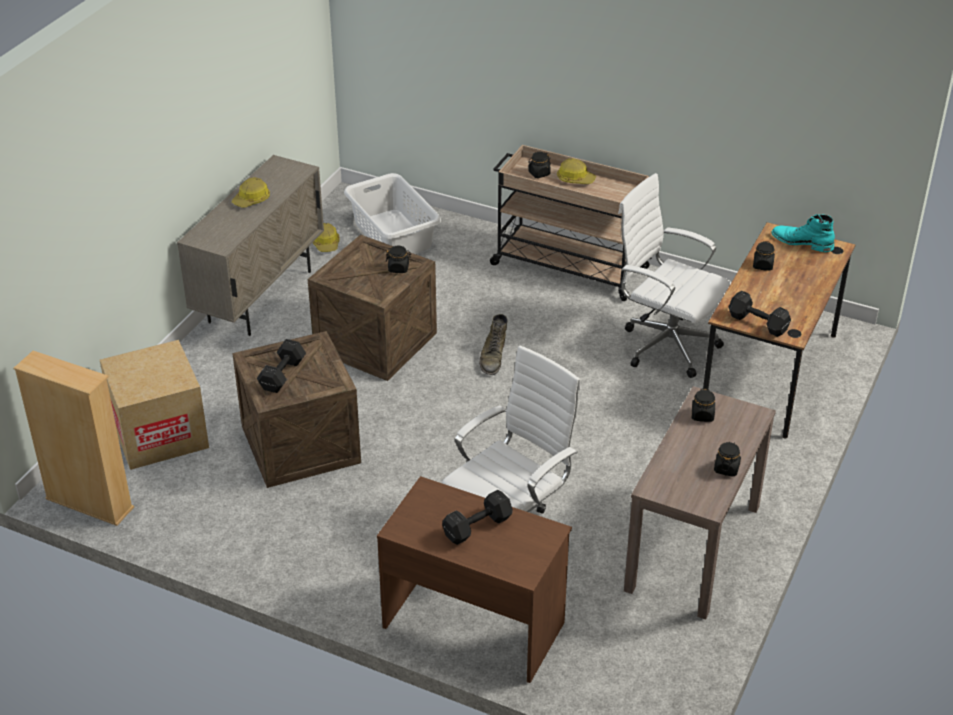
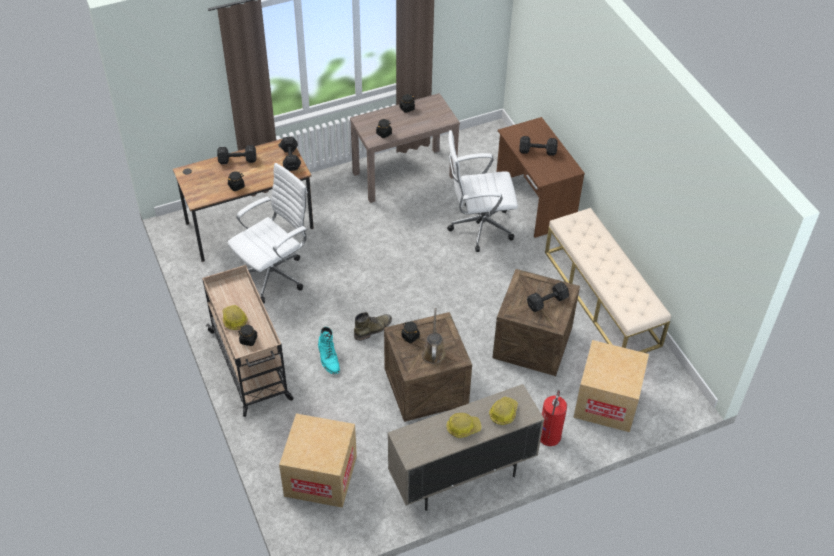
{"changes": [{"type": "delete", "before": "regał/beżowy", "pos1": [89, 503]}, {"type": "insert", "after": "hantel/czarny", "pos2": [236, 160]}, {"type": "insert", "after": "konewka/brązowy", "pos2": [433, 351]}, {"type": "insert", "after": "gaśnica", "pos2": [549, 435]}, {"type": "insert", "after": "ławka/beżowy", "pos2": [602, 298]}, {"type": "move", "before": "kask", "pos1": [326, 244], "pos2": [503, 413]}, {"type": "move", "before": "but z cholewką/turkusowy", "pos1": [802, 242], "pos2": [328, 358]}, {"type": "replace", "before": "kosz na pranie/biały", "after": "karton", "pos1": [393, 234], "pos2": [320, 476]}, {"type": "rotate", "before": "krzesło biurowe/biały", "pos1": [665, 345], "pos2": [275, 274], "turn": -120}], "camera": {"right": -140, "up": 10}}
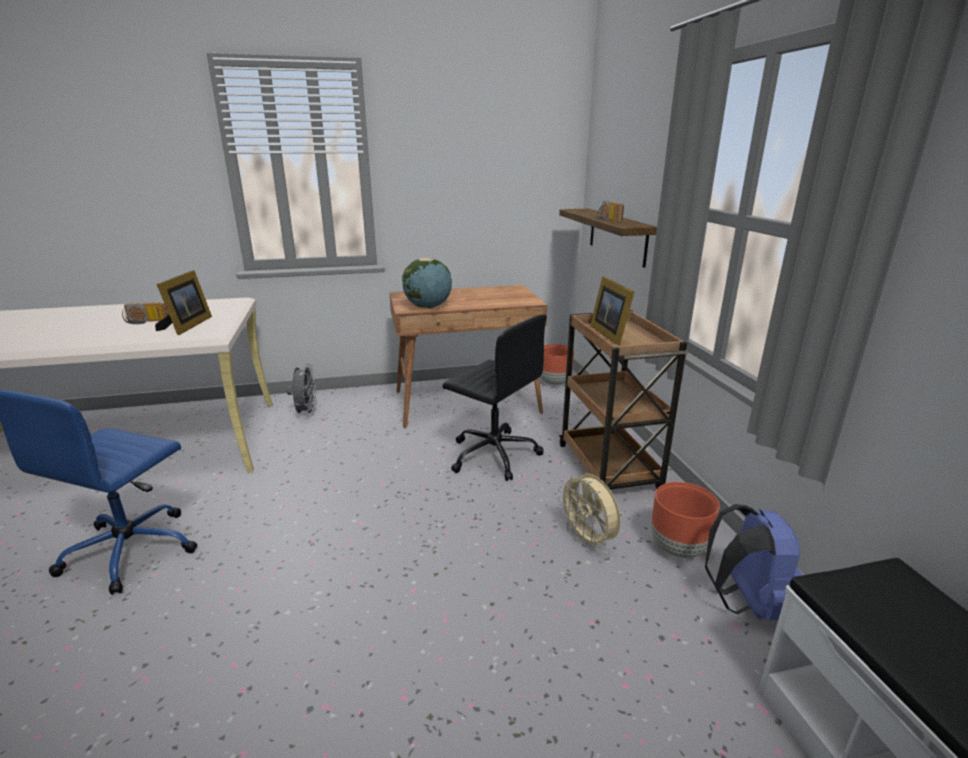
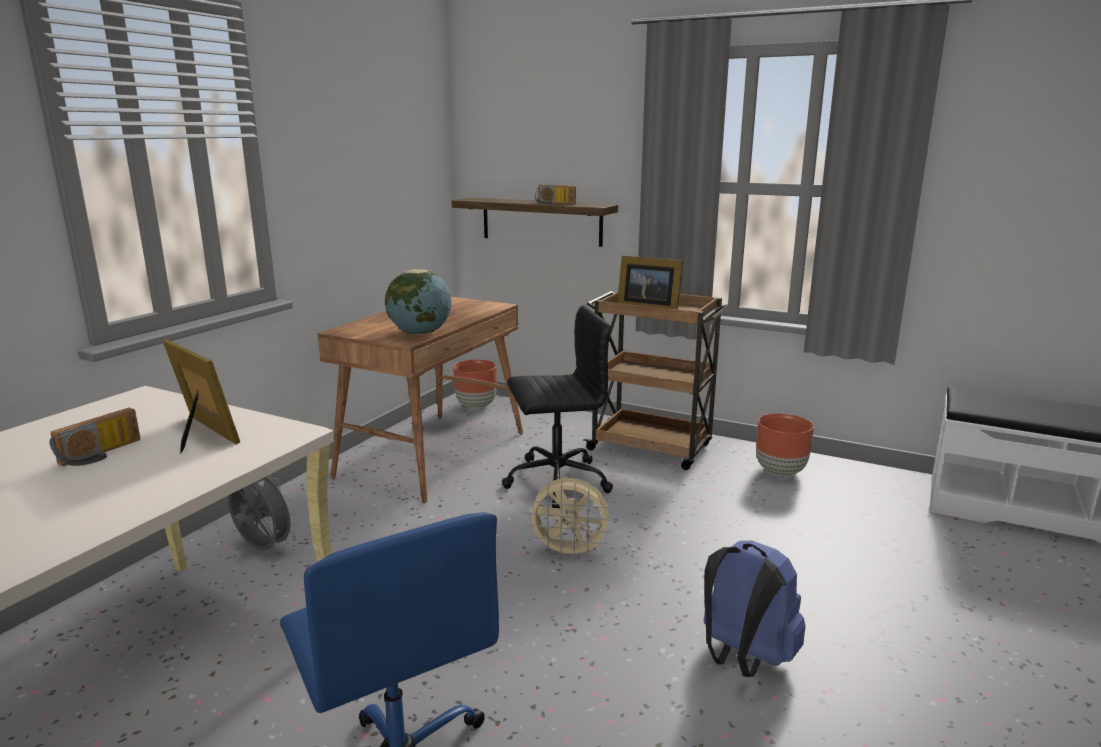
{"changes": [{"type": "move", "before": "wentylator/beżowy", "pos1": [588, 540], "pos2": [569, 553]}, {"type": "move", "before": "plecak/niebieski", "pos1": [746, 603], "pos2": [743, 659]}], "camera": {"right": -50, "up": -5}}
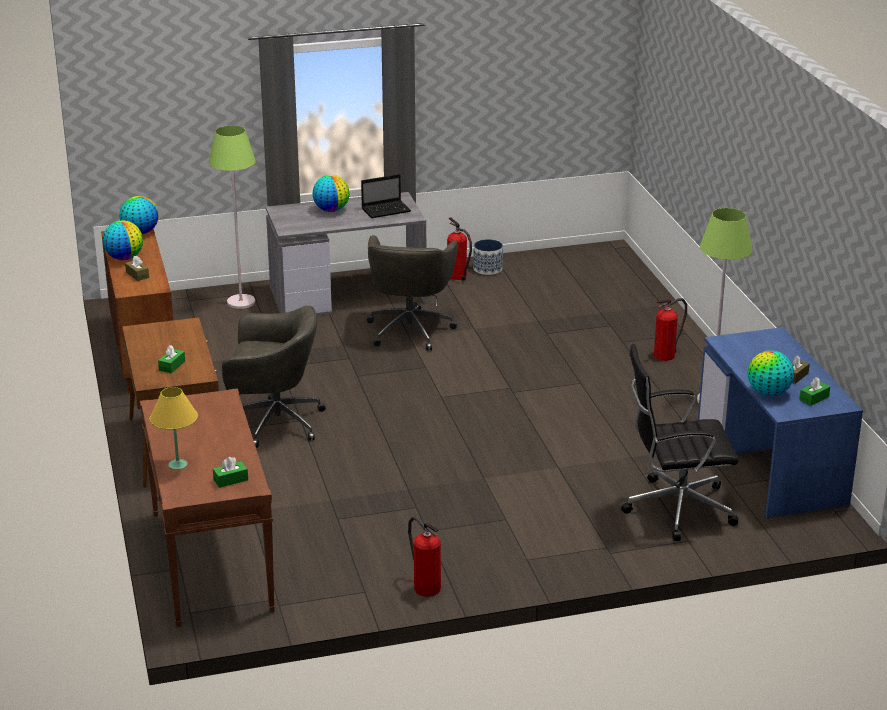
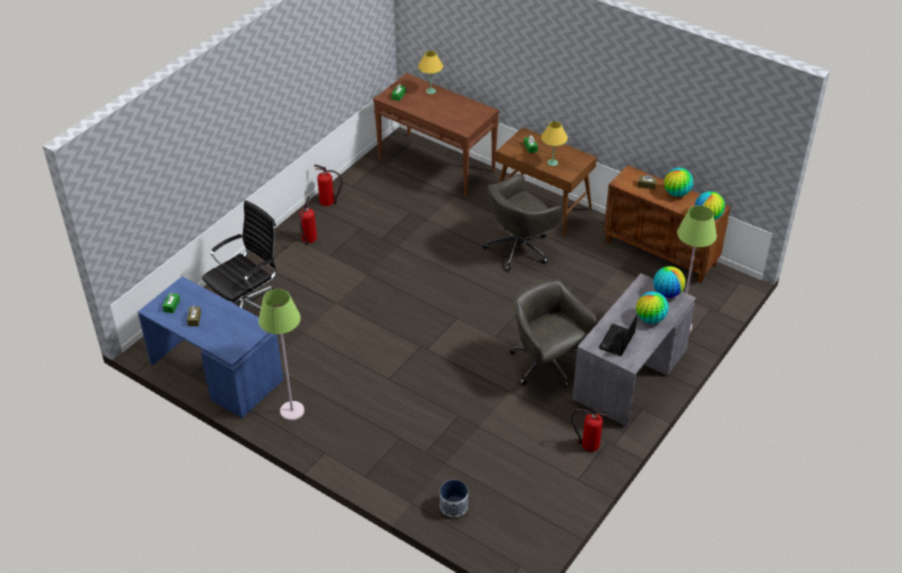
{"changes": [{"type": "insert", "after": "lampa stołowa/żółty", "pos2": [552, 163]}, {"type": "move", "before": "donica", "pos1": [488, 269], "pos2": [453, 506]}, {"type": "move", "before": "gaśnica", "pos1": [665, 354], "pos2": [309, 239]}, {"type": "move", "before": "globus", "pos1": [768, 393], "pos2": [667, 293]}], "camera": {"right": 140, "up": 15}}
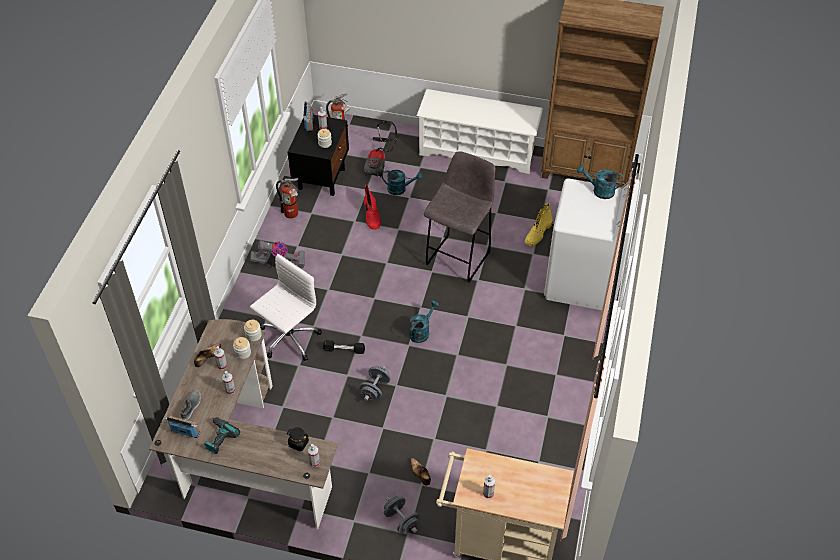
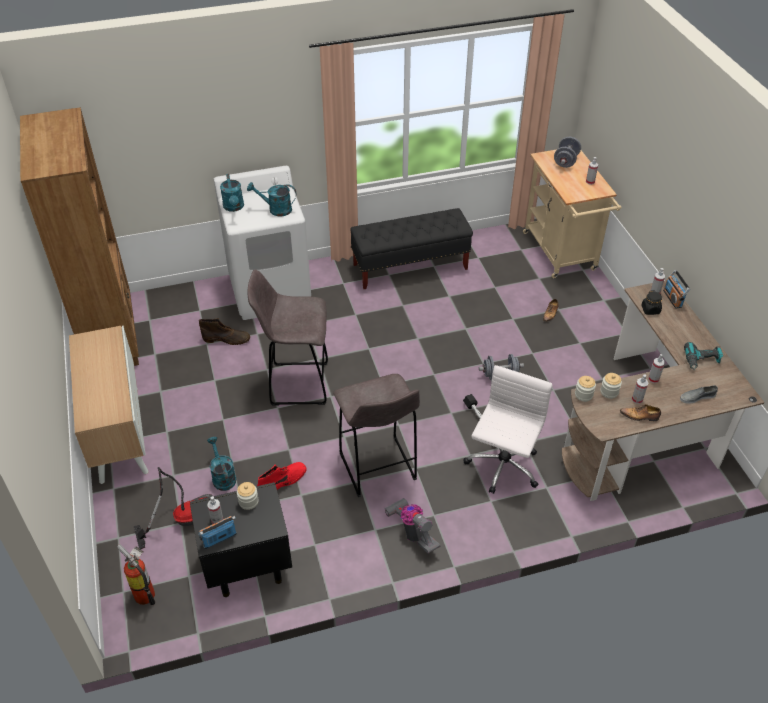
{"changes": [{"type": "delete", "before": "gaśnica", "pos1": [292, 214]}, {"type": "insert", "after": "stołek/szary", "pos2": [378, 469]}, {"type": "insert", "after": "ławka/czarny", "pos2": [410, 267]}, {"type": "move", "before": "radio", "pos1": [185, 432], "pos2": [672, 298]}, {"type": "move", "before": "hantel/szary", "pos1": [401, 520], "pos2": [566, 161]}, {"type": "move", "before": "konewka/turkusowy", "pos1": [421, 331], "pos2": [276, 209]}, {"type": "replace", "before": "regał na buty/biały", "after": "szafka", "pos1": [478, 151], "pos2": [118, 433]}, {"type": "recolor", "before": "but z cholewką/żółty", "after": "but z cholewką/brązowy", "pos1": [538, 234], "pos2": [227, 339]}, {"type": "rotate", "before": "krzesło biurowe/biały", "pos1": [288, 339], "pos2": [502, 467], "turn": 105}], "camera": {"right": -120, "up": -5}}
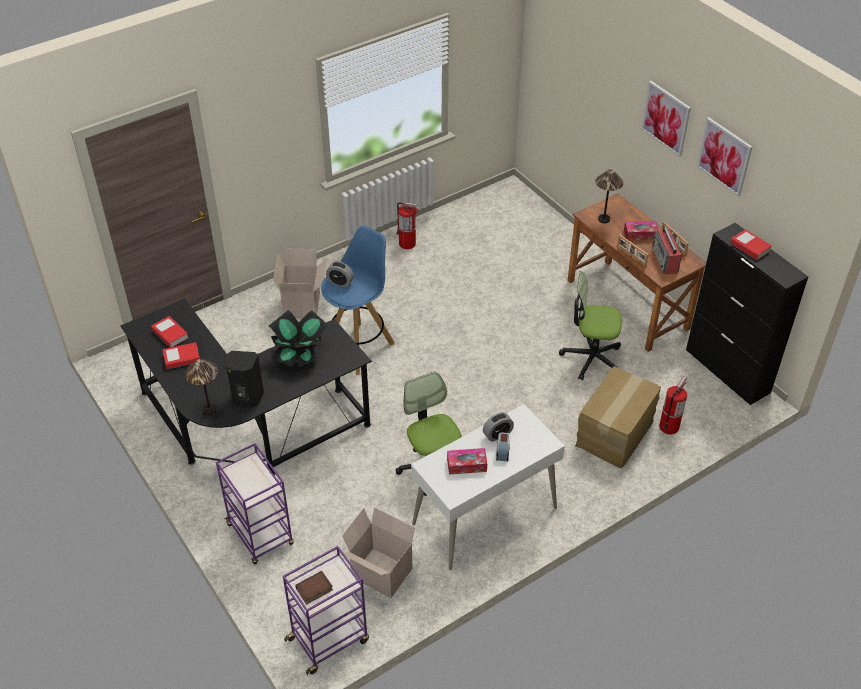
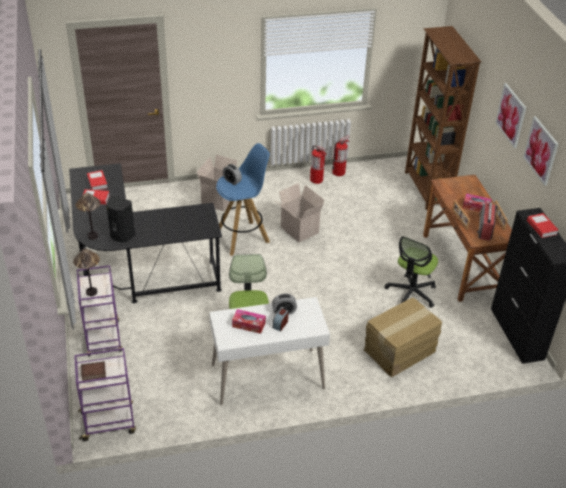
{"changes": [{"type": "delete", "before": "roślina doniczkowa", "pos1": [300, 354]}, {"type": "insert", "after": "regał/brązowy", "pos2": [427, 189]}, {"type": "move", "before": "karton", "pos1": [380, 574], "pos2": [298, 230]}, {"type": "move", "before": "lampa stołowa", "pos1": [604, 219], "pos2": [92, 292]}, {"type": "move", "before": "gaśnica", "pos1": [669, 426], "pos2": [338, 172]}, {"type": "rotate", "before": "krzesło biurowe", "pos1": [591, 358], "pos2": [411, 293], "turn": -90}], "camera": {"right": 20, "up": -5}}
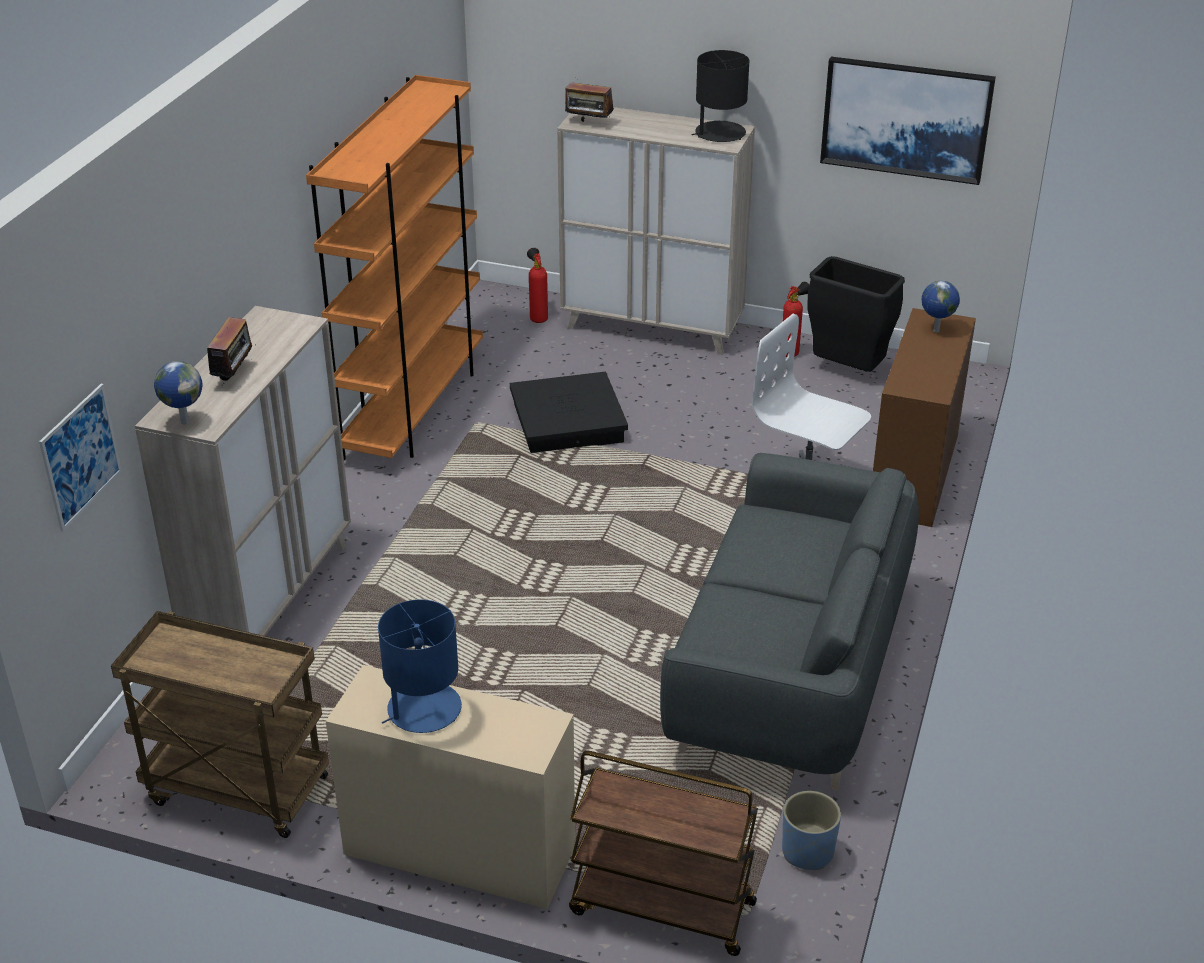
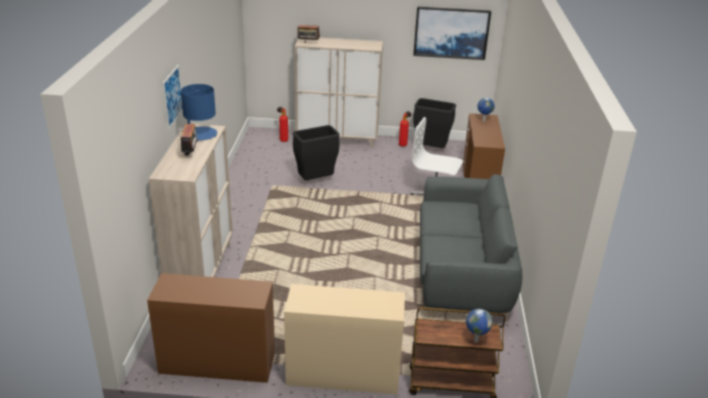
{"changes": [{"type": "delete", "before": "regał/pomarańczowy", "pos1": [414, 409]}, {"type": "delete", "before": "lampa stołowa/czarny", "pos1": [719, 133]}, {"type": "delete", "before": "donica/niebieski", "pos1": [808, 852]}, {"type": "move", "before": "obraz", "pos1": [80, 456], "pos2": [172, 96]}, {"type": "move", "before": "globus", "pos1": [184, 422], "pos2": [475, 340]}, {"type": "move", "before": "lampa stołowa/niebieski", "pos1": [423, 709], "pos2": [201, 134]}, {"type": "replace", "before": "wózek/brązowy", "after": "biurko/brązowy", "pos1": [235, 790], "pos2": [217, 363]}, {"type": "replace", "before": "pojemnik do przechowywania/czarny", "after": "kosz na śmieci/czarny", "pos1": [568, 422], "pos2": [315, 181]}], "camera": {"right": -15, "up": -5}}
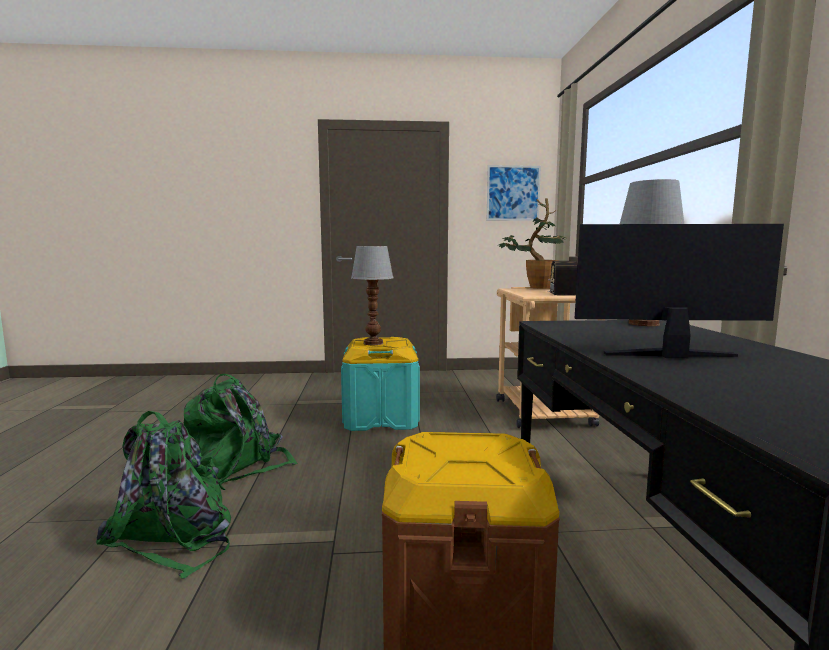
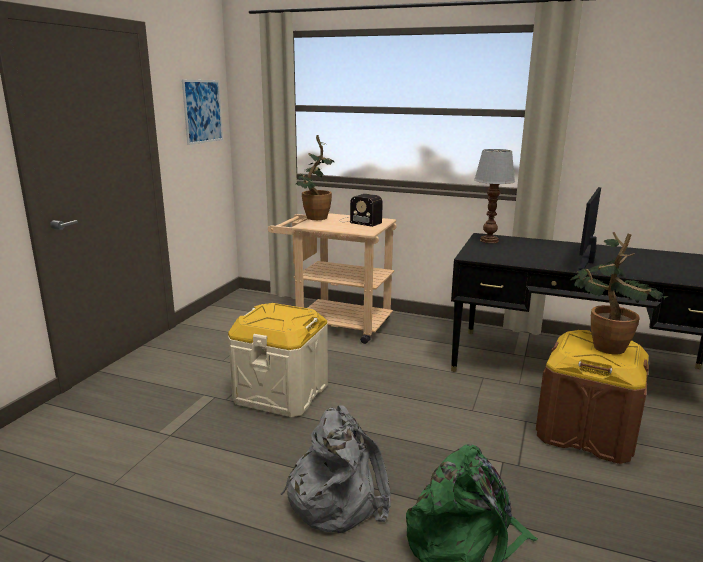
{"changes": [{"type": "delete", "before": "lampa stołowa", "pos1": [372, 343]}, {"type": "insert", "after": "roślina doniczkowa", "pos2": [604, 344]}, {"type": "recolor", "before": "plecak/zielony", "after": "plecak/szary", "pos1": [237, 467], "pos2": [336, 498]}, {"type": "recolor", "before": "pojemnik do przechowywania/turkusowy", "after": "pojemnik do przechowywania/beżowy", "pos1": [381, 418], "pos2": [281, 393]}], "camera": {"right": -65, "up": 10}}
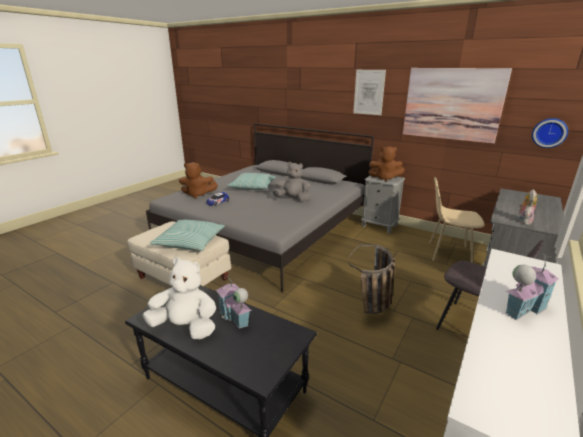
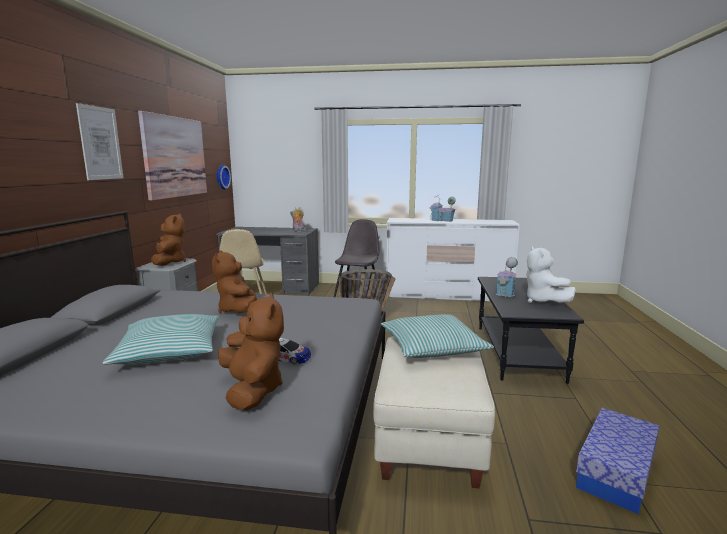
{"changes": [{"type": "insert", "after": "pojemnik do przechowywania", "pos2": [615, 472]}, {"type": "recolor", "before": "pluszak/szary", "after": "pluszak/brązowy", "pos1": [293, 199], "pos2": [238, 311]}], "camera": {"right": -115, "up": -10}}
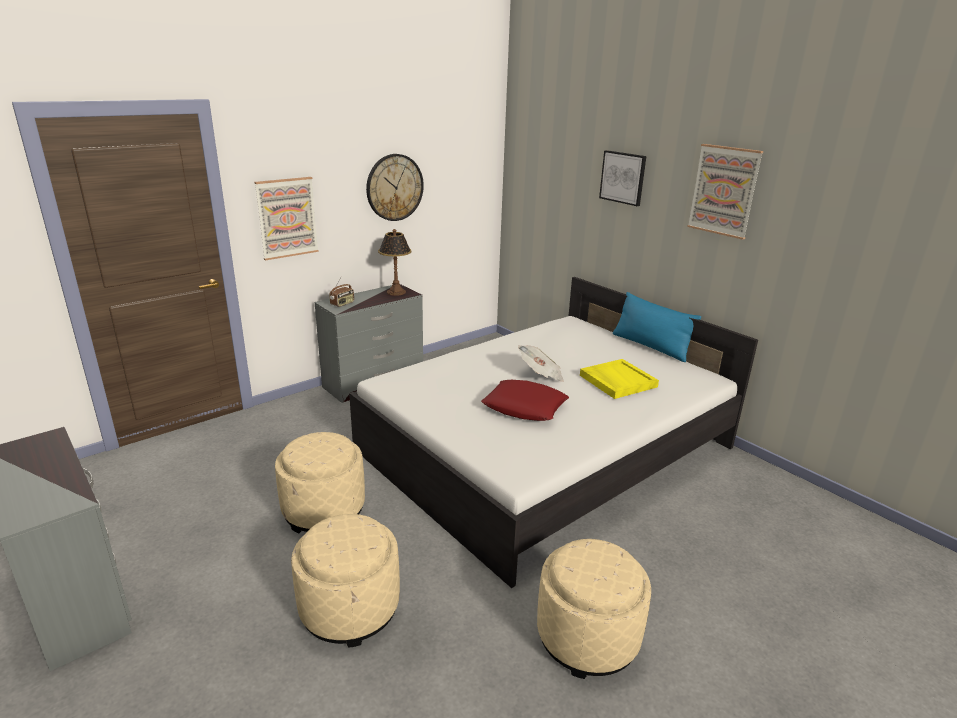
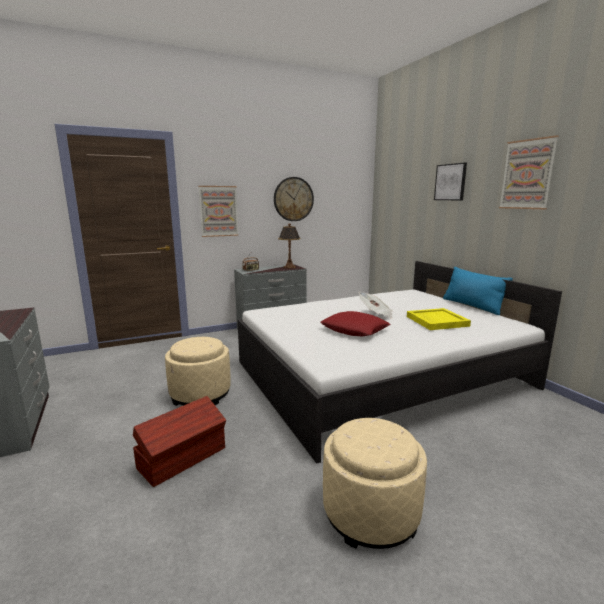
{"changes": [{"type": "replace", "before": "pufa/beżowy", "after": "pojemnik do przechowywania/brązowy", "pos1": [350, 608], "pos2": [183, 458]}], "camera": {"right": 15, "up": -10}}
